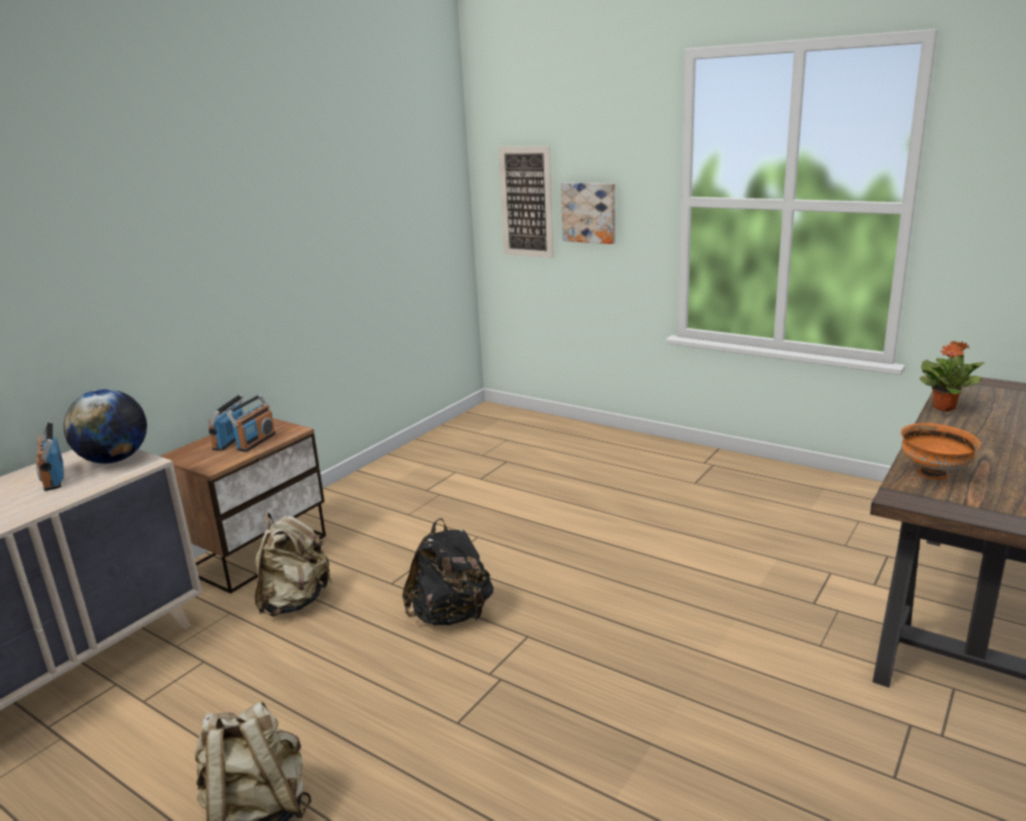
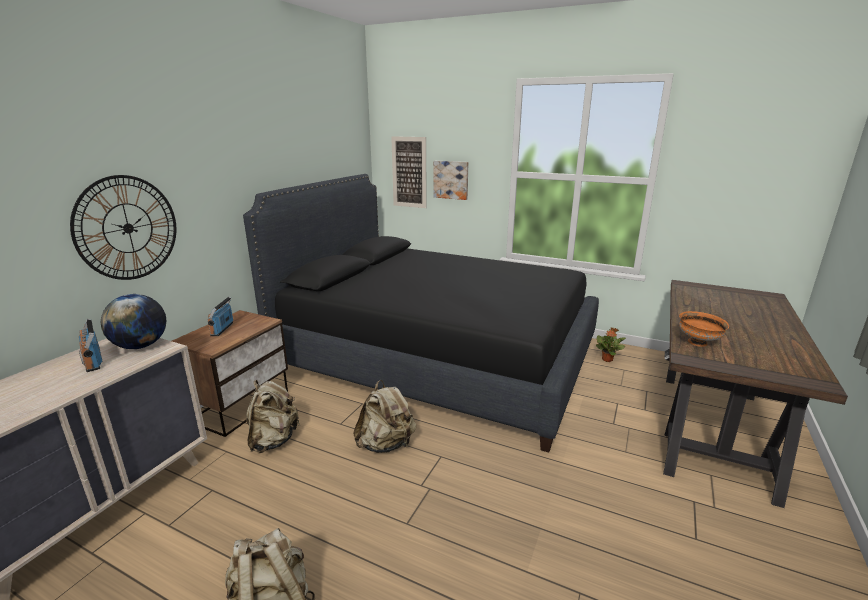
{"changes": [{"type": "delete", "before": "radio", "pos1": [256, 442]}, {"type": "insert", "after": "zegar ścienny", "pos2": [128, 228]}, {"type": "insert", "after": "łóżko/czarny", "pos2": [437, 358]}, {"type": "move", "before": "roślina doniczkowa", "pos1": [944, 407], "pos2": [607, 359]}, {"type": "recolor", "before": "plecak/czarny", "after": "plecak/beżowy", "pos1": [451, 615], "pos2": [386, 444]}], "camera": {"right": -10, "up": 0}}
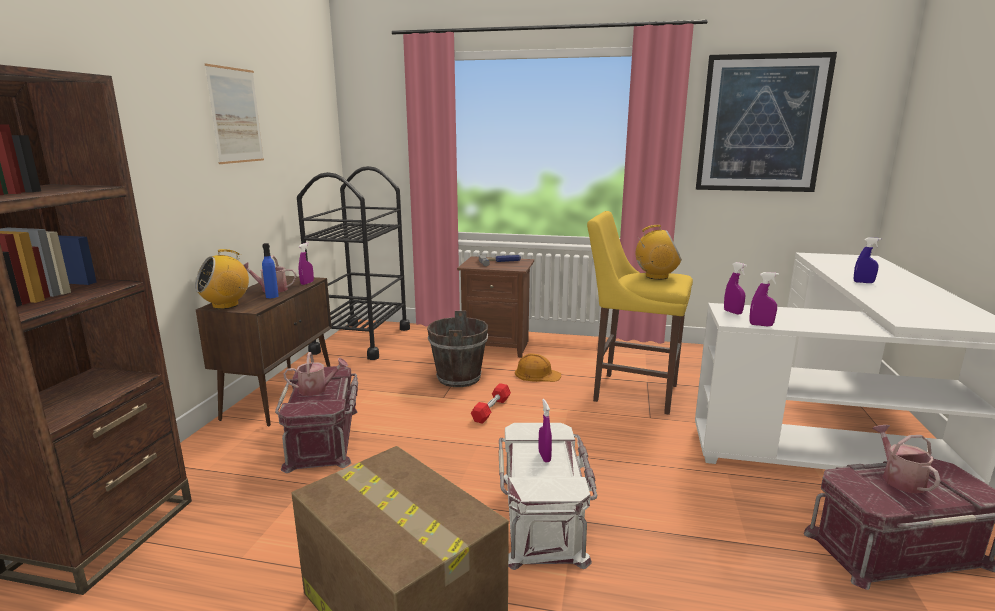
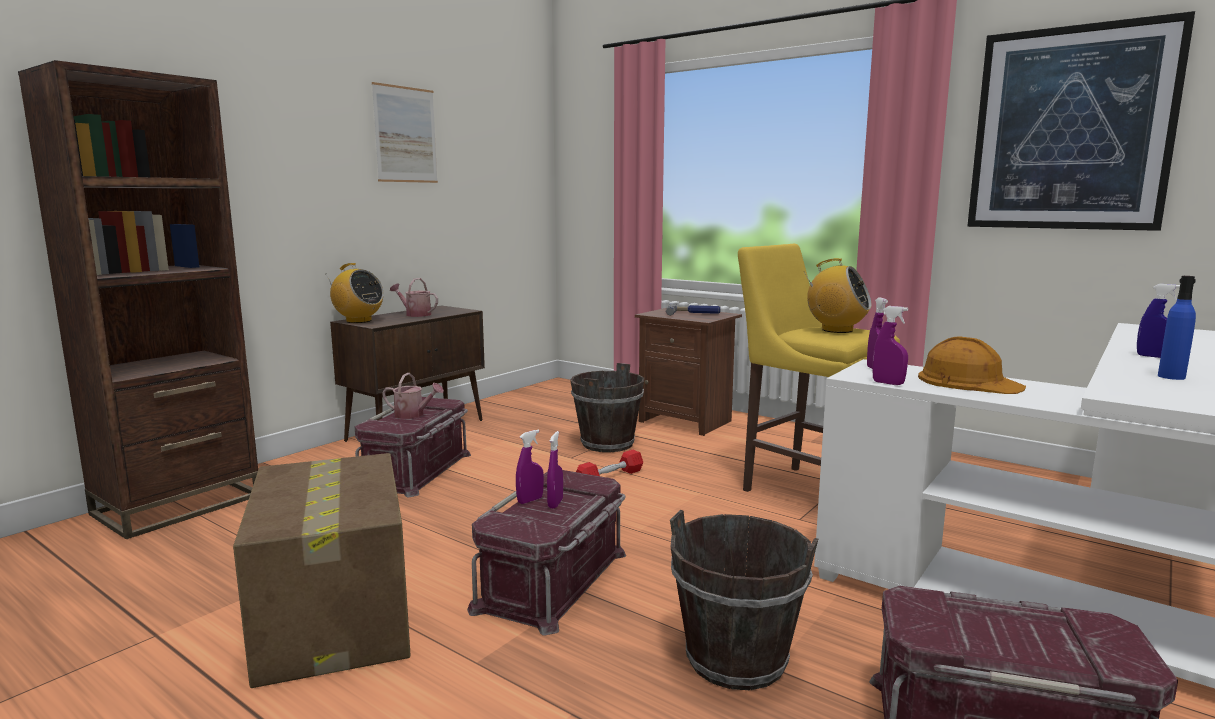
{"changes": [{"type": "delete", "before": "wózek/czarny", "pos1": [362, 340]}, {"type": "delete", "before": "konewka", "pos1": [899, 478]}, {"type": "insert", "after": "wiadro/brązowy", "pos2": [735, 660]}, {"type": "move", "before": "butelka/niebieski", "pos1": [272, 296], "pos2": [1171, 377]}, {"type": "move", "before": "spryskiwacz/fioletowy", "pos1": [307, 283], "pos2": [530, 500]}, {"type": "move", "before": "kask/pomarańczowy", "pos1": [537, 374], "pos2": [968, 382]}, {"type": "recolor", "before": "pojemnik do przechowywania/biały", "after": "pojemnik do przechowywania/czerwony", "pos1": [543, 517], "pos2": [554, 581]}, {"type": "rotate", "before": "radio", "pos1": [226, 305], "pos2": [358, 321], "turn": -135}], "camera": {"right": 25, "up": -5}}
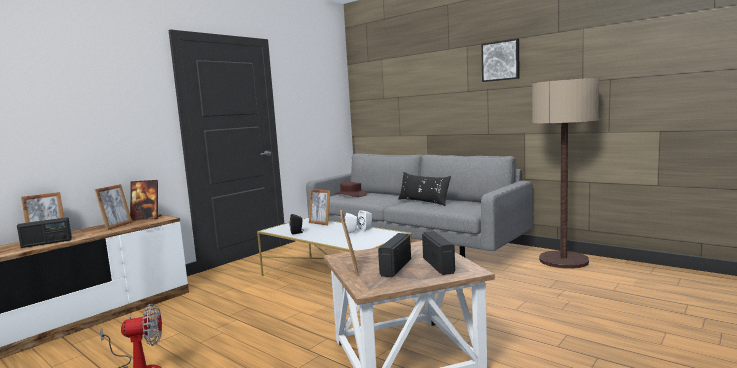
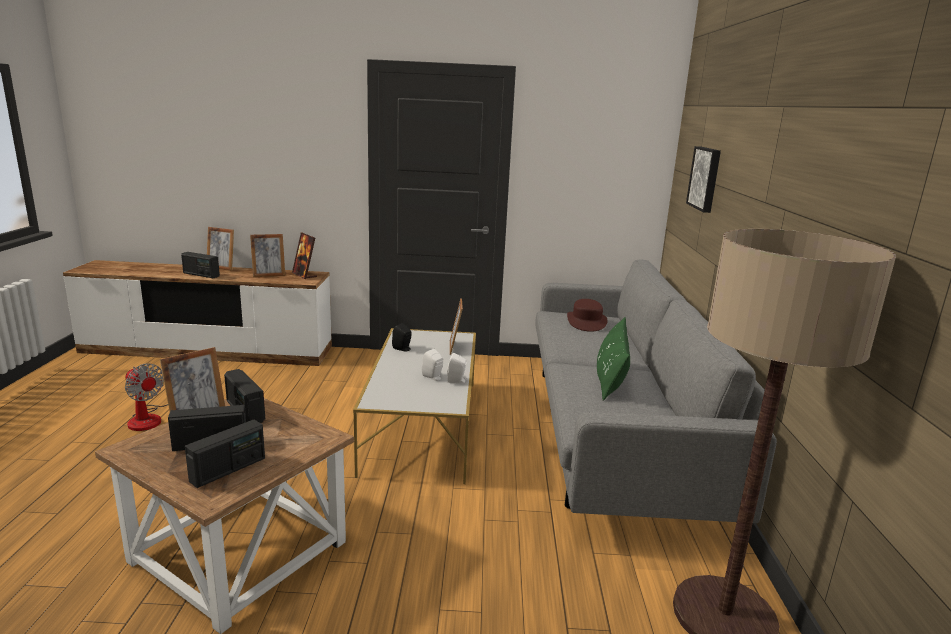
{"changes": [{"type": "insert", "after": "radio", "pos2": [245, 411]}, {"type": "move", "before": "obraz", "pos1": [501, 61], "pos2": [705, 178]}, {"type": "recolor", "before": "poduszka/czarny", "after": "poduszka/zielony", "pos1": [423, 202], "pos2": [610, 378]}], "camera": {"right": 50, "up": 10}}
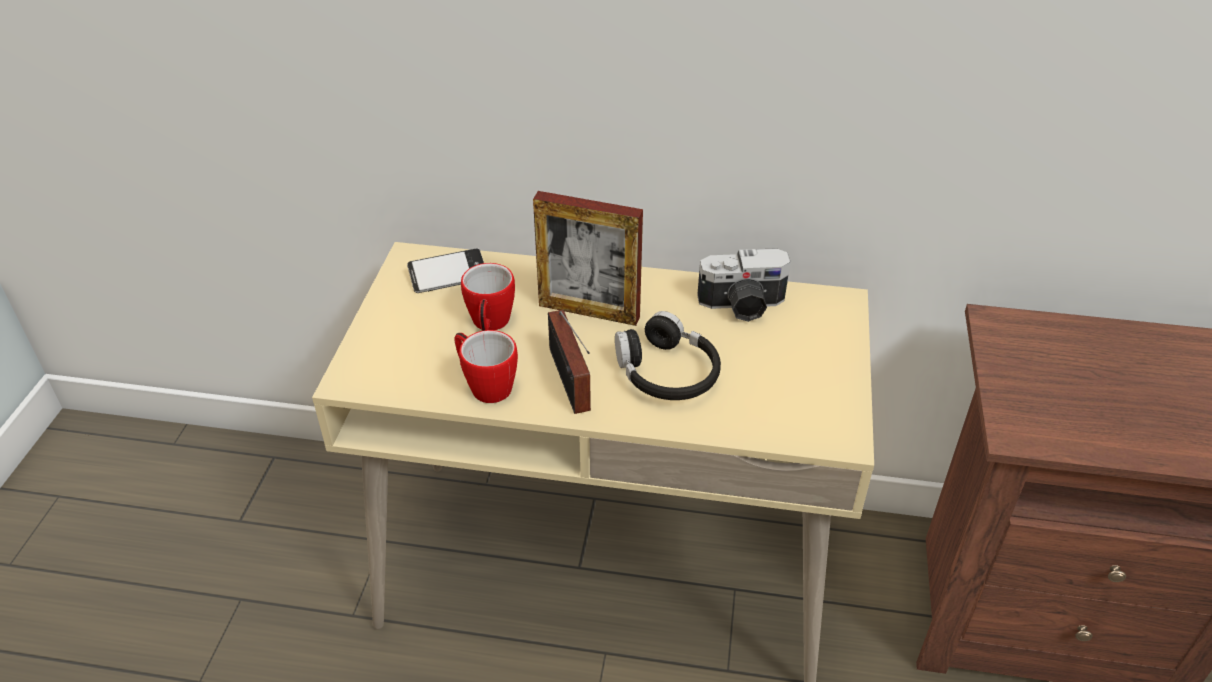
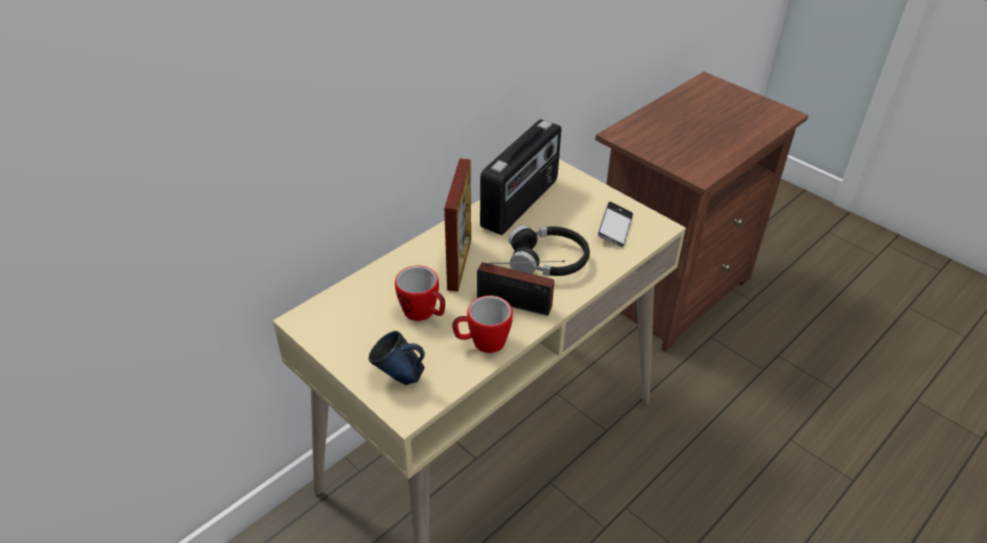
{"changes": [{"type": "insert", "after": "kubek/niebieski", "pos2": [399, 378]}, {"type": "move", "before": "telefon", "pos1": [448, 276], "pos2": [614, 228]}, {"type": "replace", "before": "aparat fotograficzny", "after": "radio", "pos1": [742, 306], "pos2": [521, 204]}, {"type": "rotate", "before": "ramka na zdjęcie", "pos1": [589, 311], "pos2": [459, 264], "turn": -45}], "camera": {"right": -55, "up": 0}}
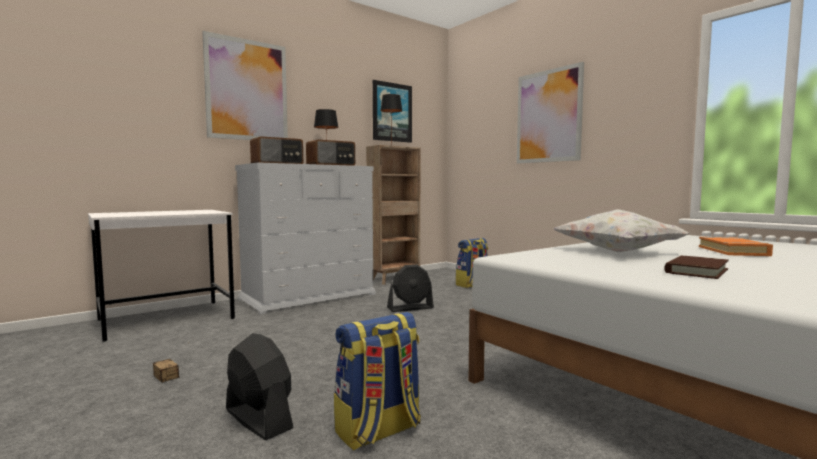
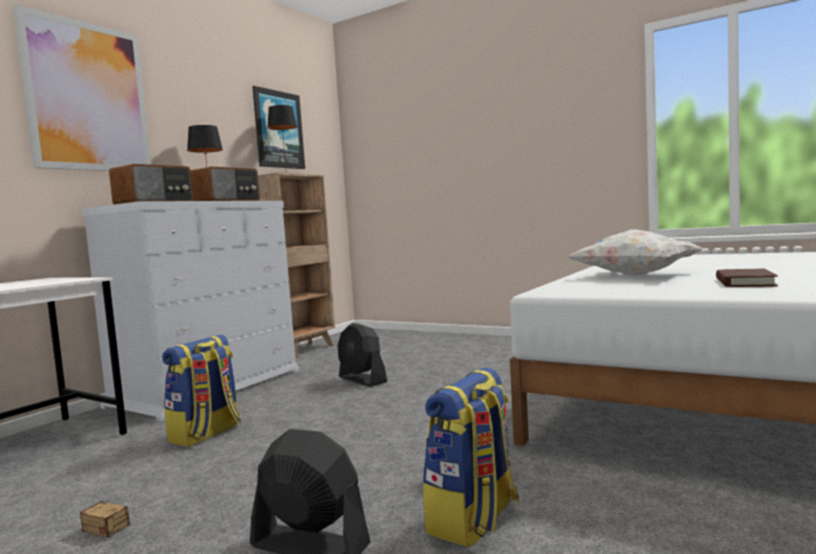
{"changes": [{"type": "delete", "before": "obraz", "pos1": [548, 116]}, {"type": "delete", "before": "książka/pomarańczowy", "pos1": [733, 251]}, {"type": "move", "before": "plecak", "pos1": [472, 285], "pos2": [206, 434]}, {"type": "rotate", "before": "wentylator/czarny", "pos1": [410, 308], "pos2": [362, 380], "turn": 90}], "camera": {"right": -20, "up": 0}}
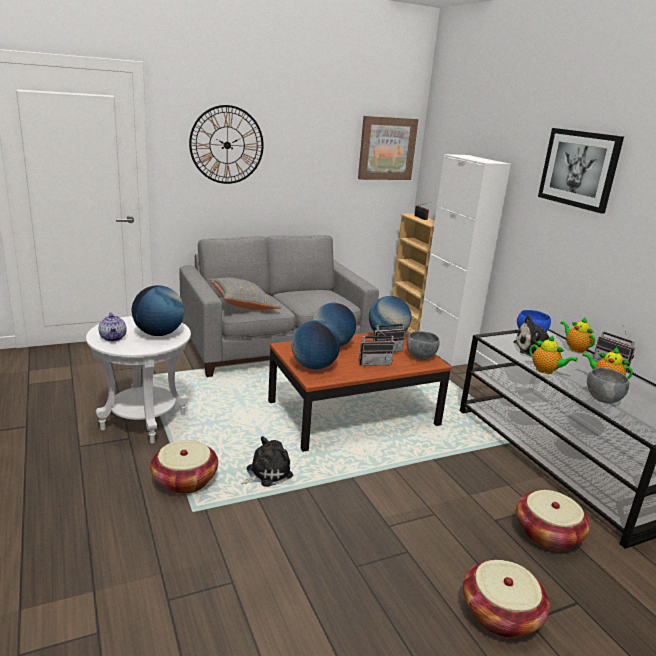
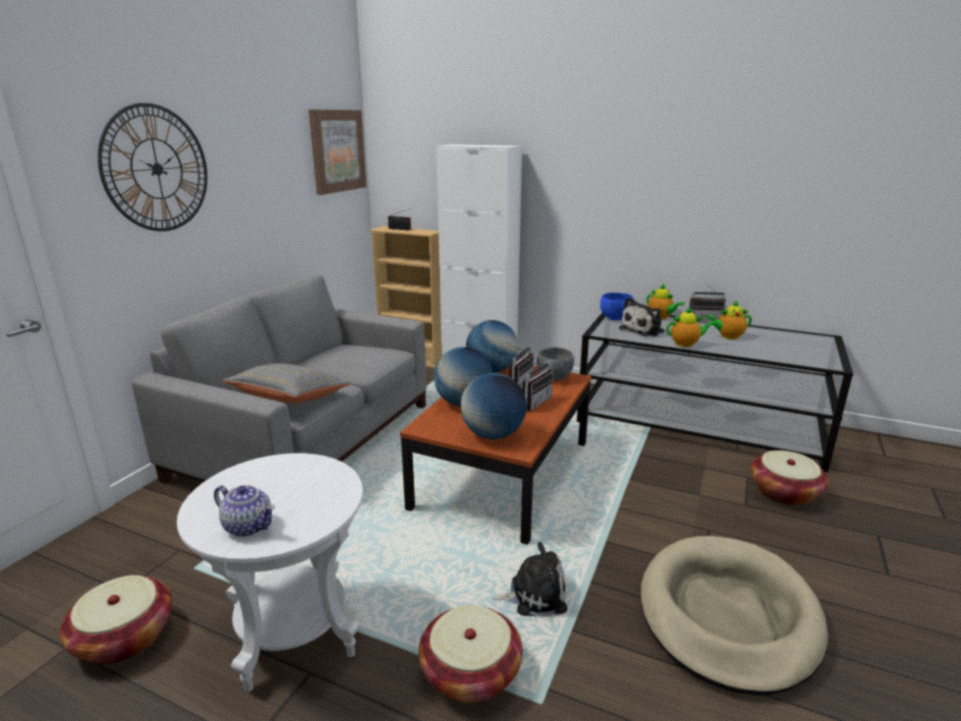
{"changes": [{"type": "delete", "before": "globus", "pos1": [159, 334]}, {"type": "delete", "before": "obraz", "pos1": [579, 169]}, {"type": "delete", "before": "miska/szary", "pos1": [602, 399]}, {"type": "insert", "after": "legowisko/beżowy", "pos2": [727, 615]}, {"type": "move", "before": "koszyk", "pos1": [500, 614], "pos2": [125, 638]}, {"type": "rotate", "before": "pluszak", "pos1": [266, 473], "pos2": [534, 595], "turn": 75}, {"type": "rotate", "before": "imbryk", "pos1": [575, 348], "pos2": [661, 317], "turn": -150}], "camera": {"right": -40, "up": 0}}
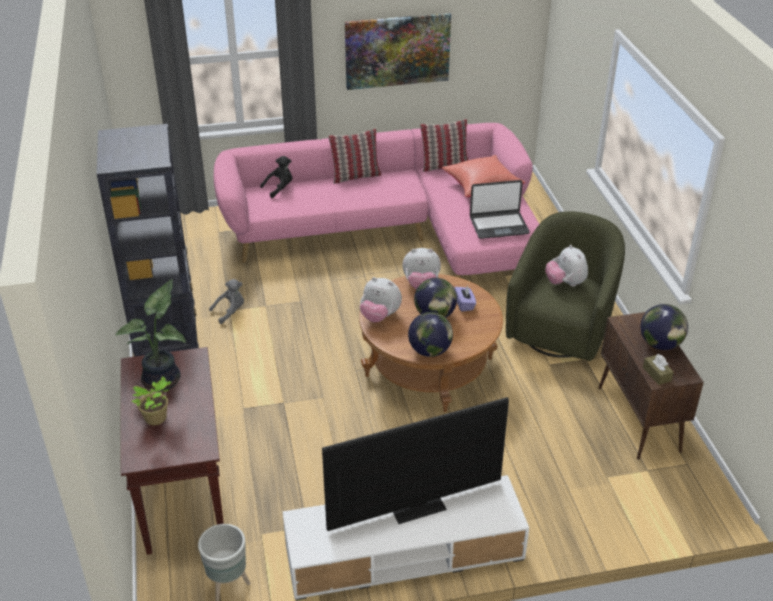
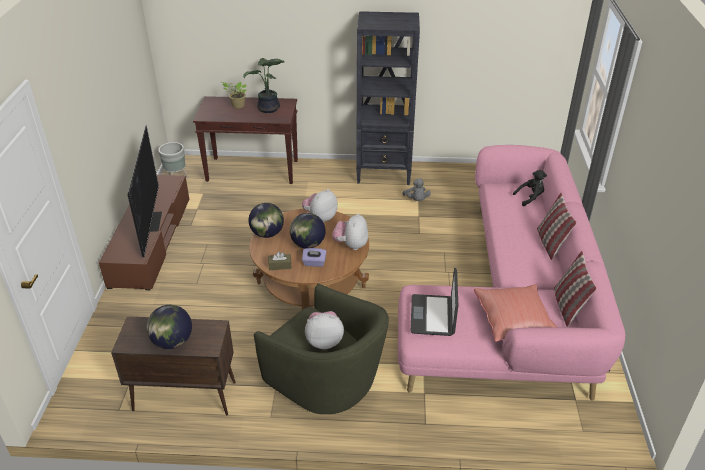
{"changes": [{"type": "delete", "before": "obraz", "pos1": [397, 51]}, {"type": "move", "before": "pudełko chusteczek/brązowy", "pos1": [656, 374], "pos2": [280, 265]}, {"type": "recolor", "before": "szafka pod telewizor/biały", "after": "szafka pod telewizor/brązowy", "pos1": [404, 552], "pos2": [151, 241]}, {"type": "rotate", "before": "pluszak/czarny", "pos1": [279, 188], "pos2": [530, 198], "turn": -90}], "camera": {"right": 105, "up": 0}}
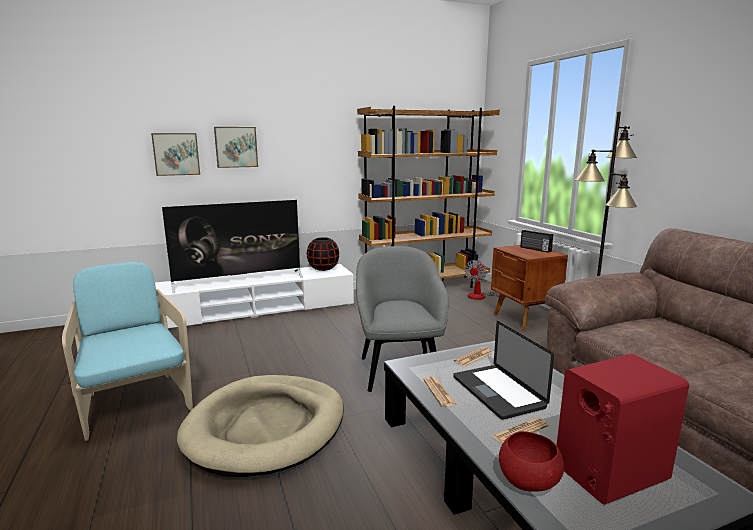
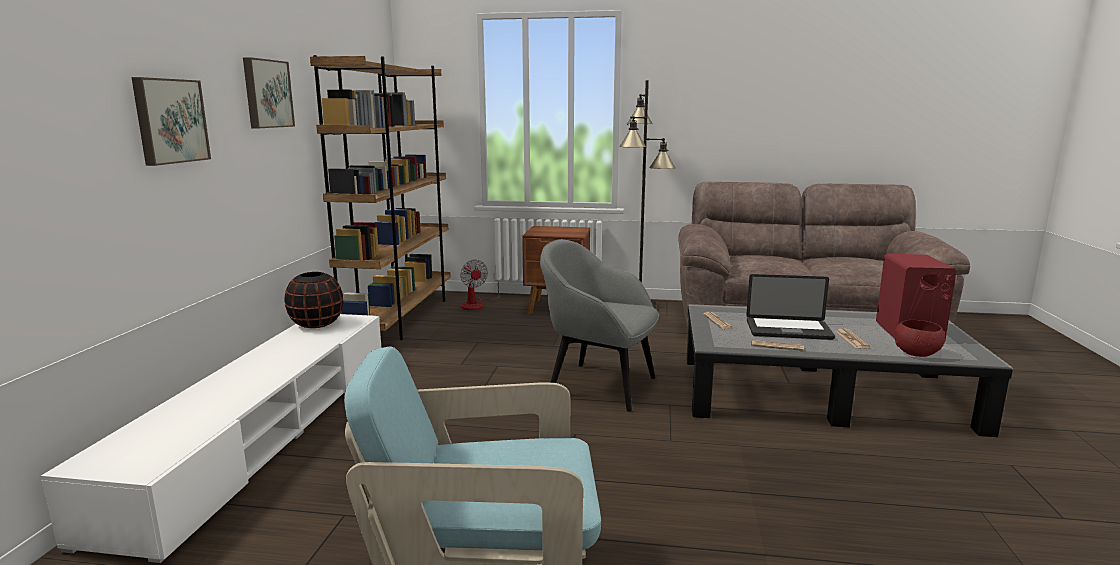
{"changes": [{"type": "delete", "before": "telewizor", "pos1": [239, 280]}, {"type": "delete", "before": "legowisko/beżowy", "pos1": [266, 427]}, {"type": "delete", "before": "radio", "pos1": [535, 249]}, {"type": "move", "before": "obraz", "pos1": [176, 154], "pos2": [266, 94]}], "camera": {"right": -60, "up": 0}}
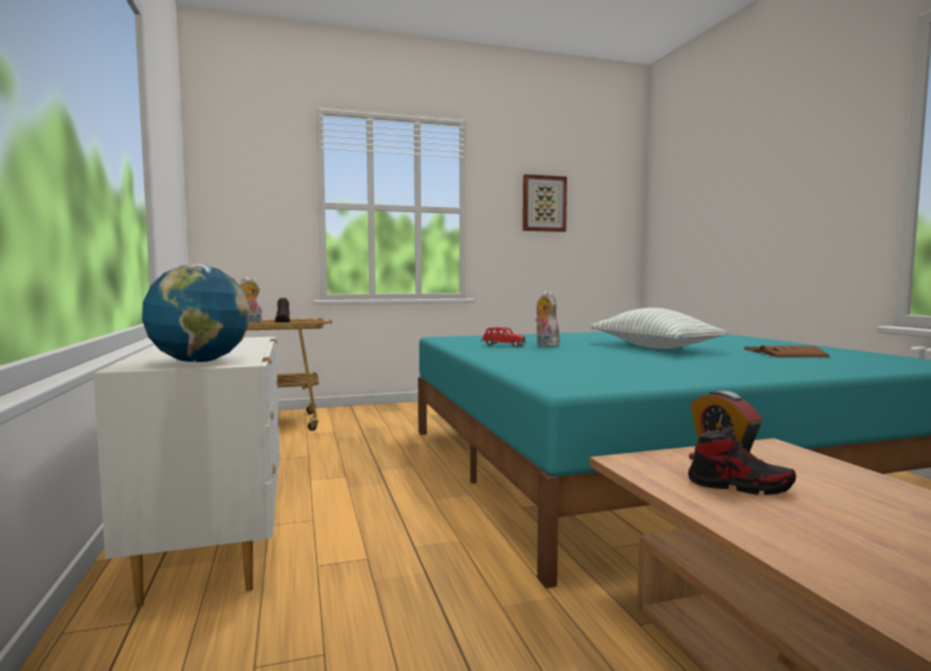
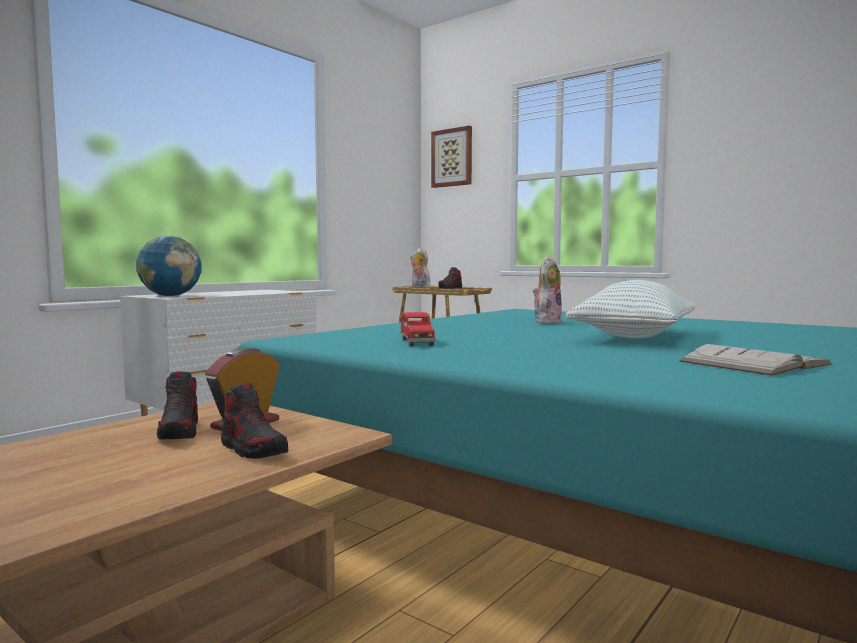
{"changes": [{"type": "insert", "after": "but", "pos2": [253, 449]}, {"type": "move", "before": "samochodzik/czerwony", "pos1": [503, 345], "pos2": [416, 342]}, {"type": "move", "before": "obraz", "pos1": [543, 203], "pos2": [452, 157]}, {"type": "recolor", "before": "książka/brązowy", "after": "książka/biały", "pos1": [784, 353], "pos2": [755, 363]}], "camera": {"right": 55, "up": 0}}
